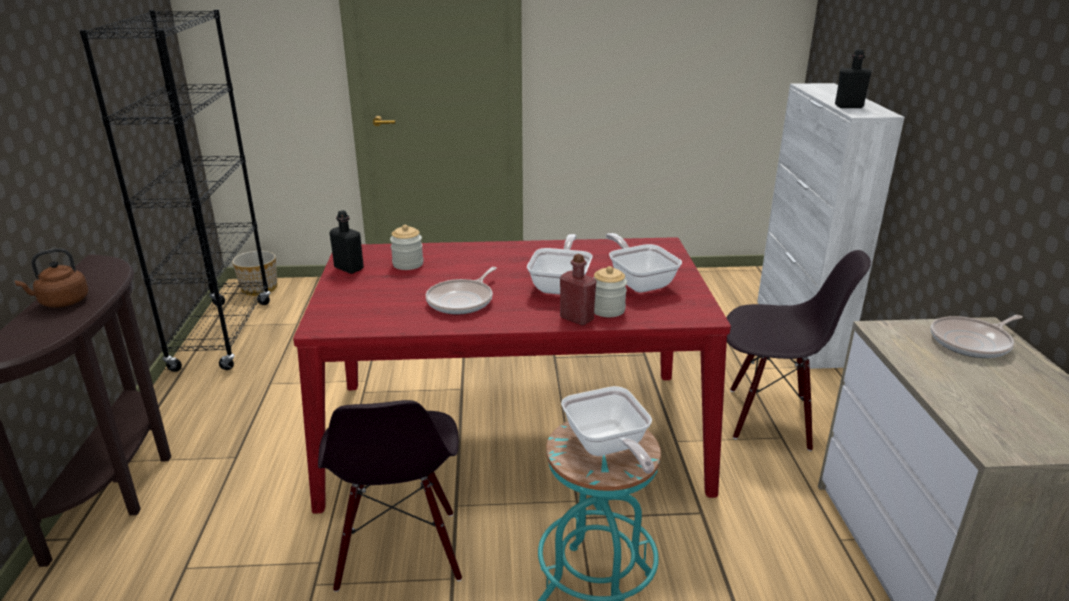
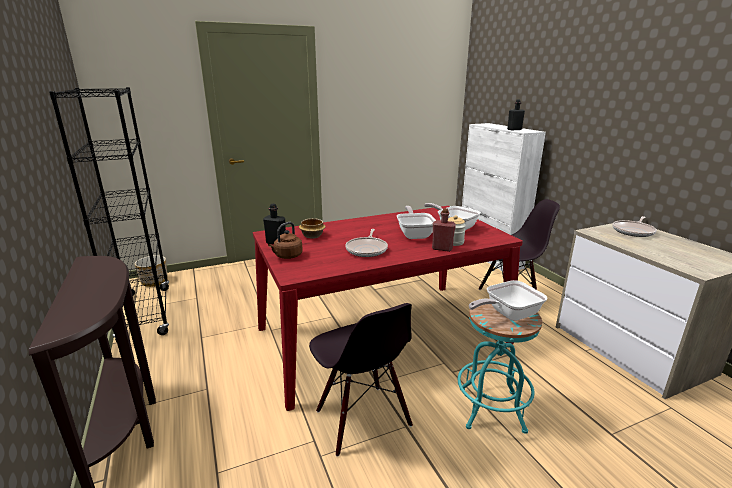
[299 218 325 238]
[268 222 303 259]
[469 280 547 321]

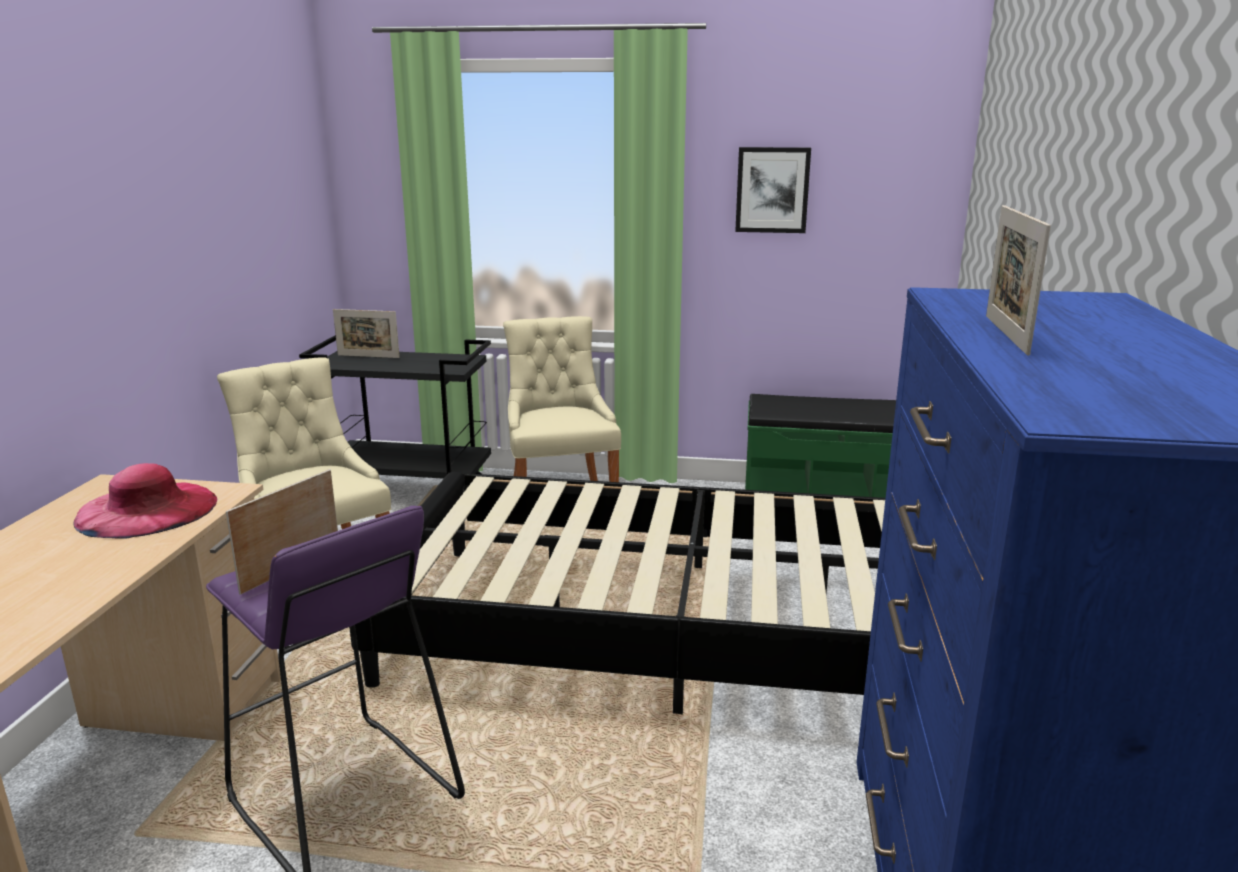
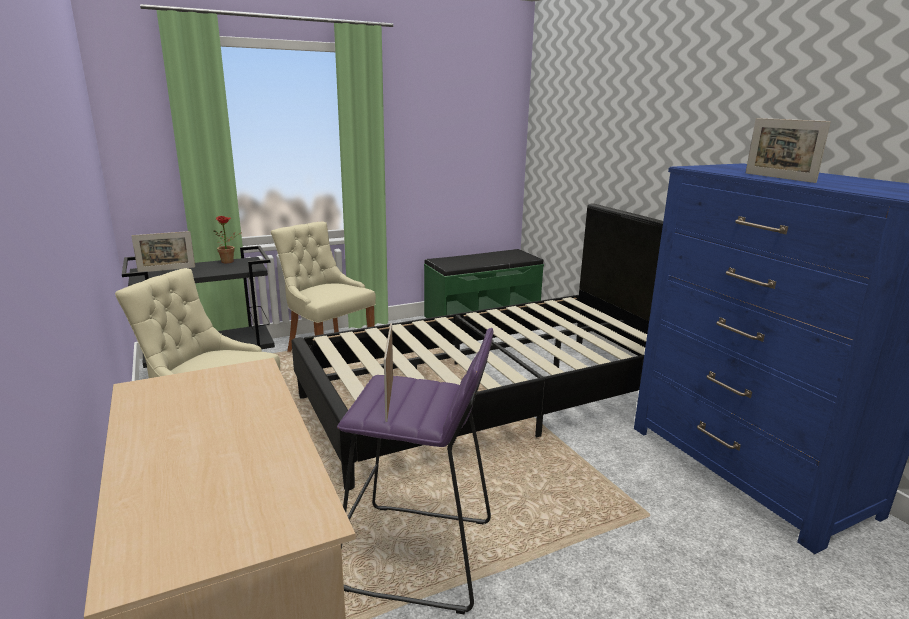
[735 147 811 233] (first image)
[73 463 218 538] (first image)
[213 216 242 263]

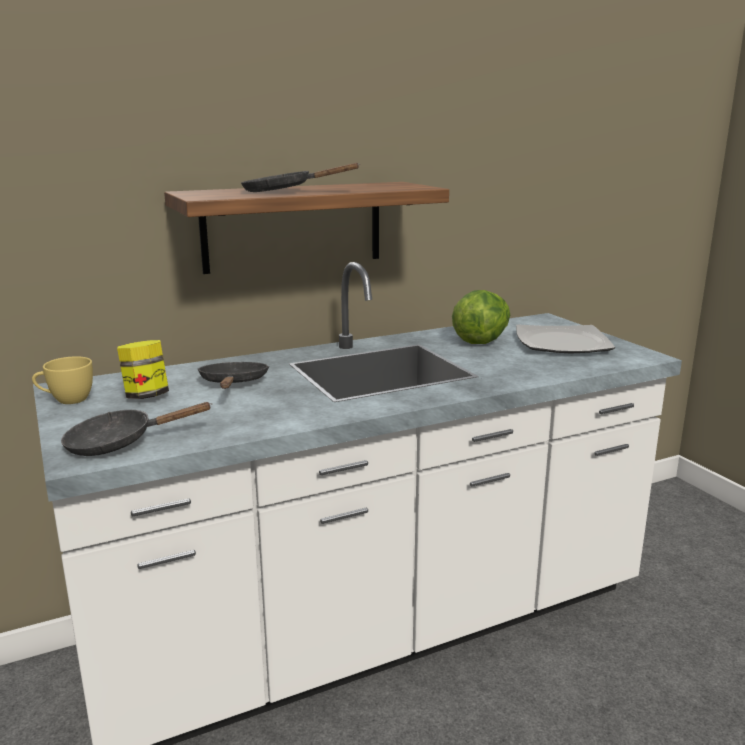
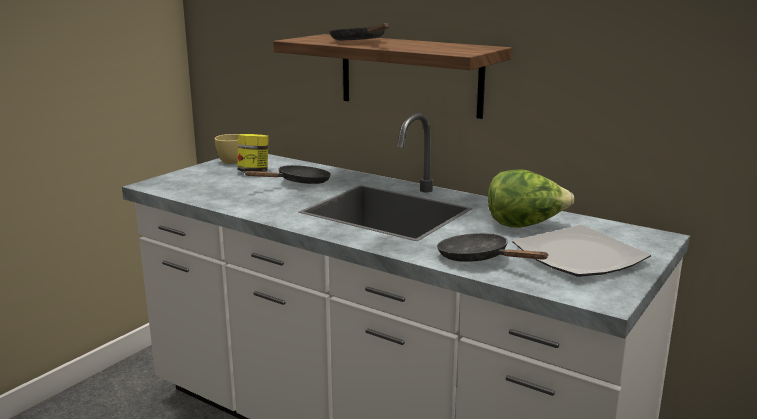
[437 233 549 262]

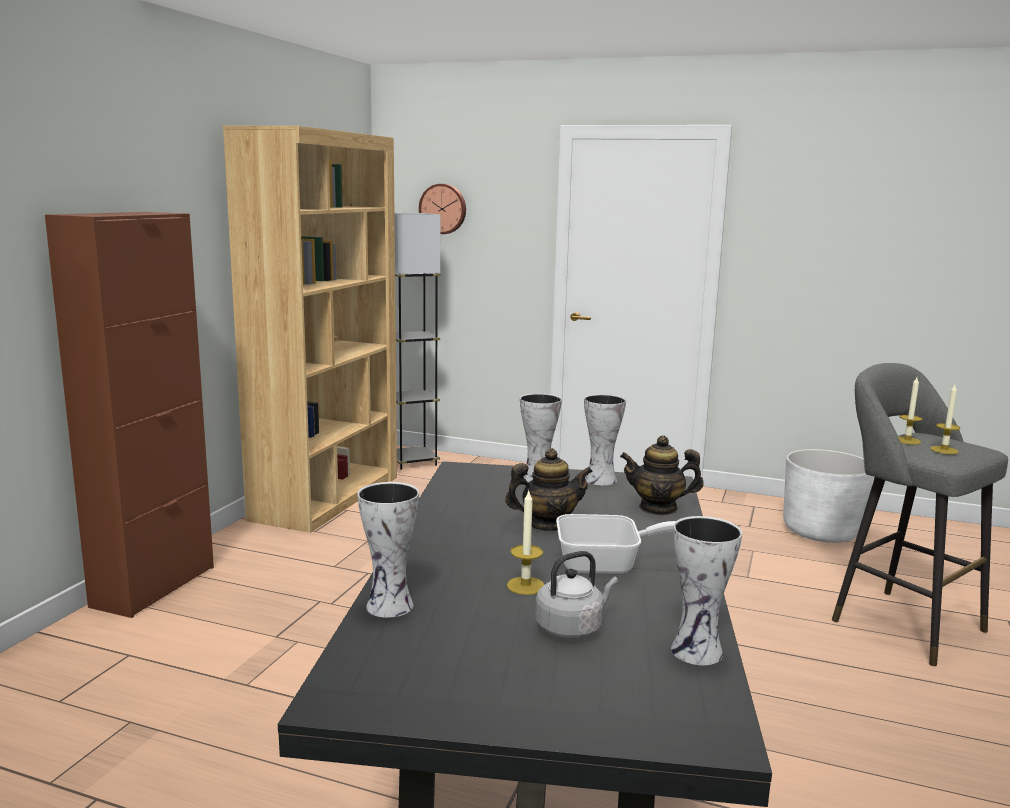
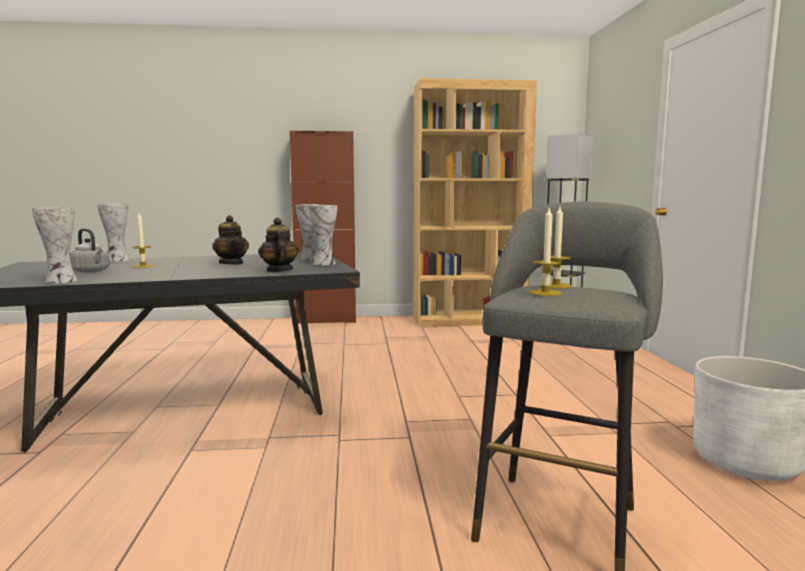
[419 184 466 234] (first image)
[556 514 676 575] (first image)

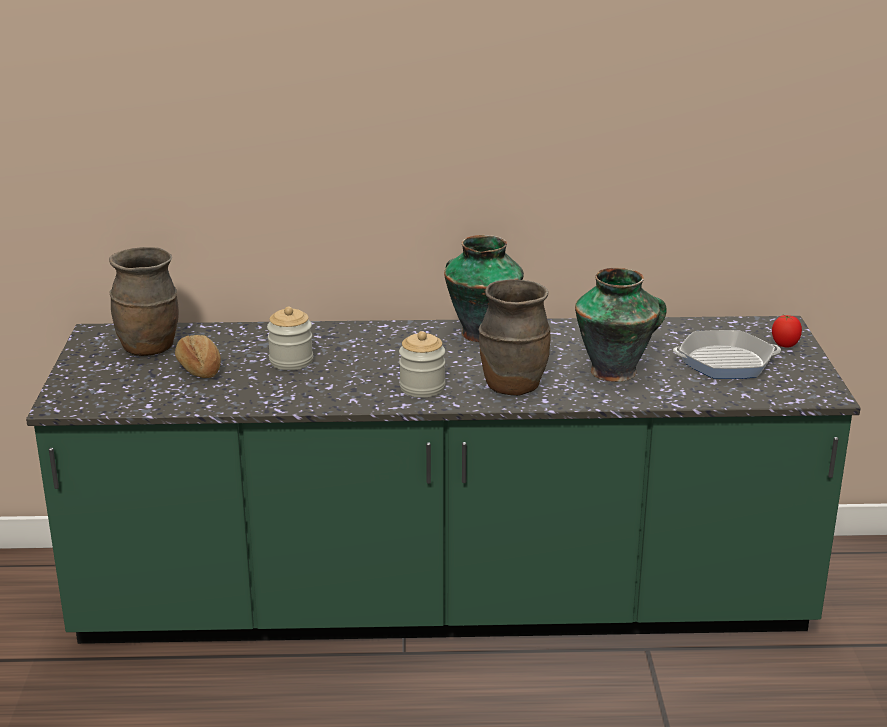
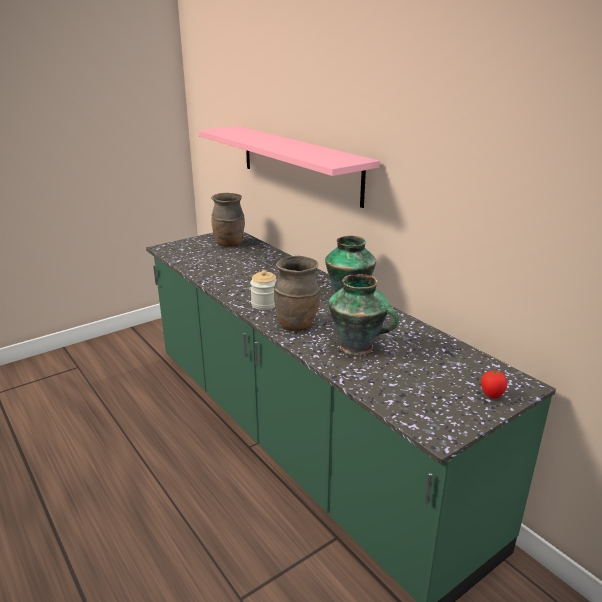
[267 306 313 370] (first image)
[673 330 781 379] (first image)
[175 335 221 378] (first image)
[198 126 380 208]

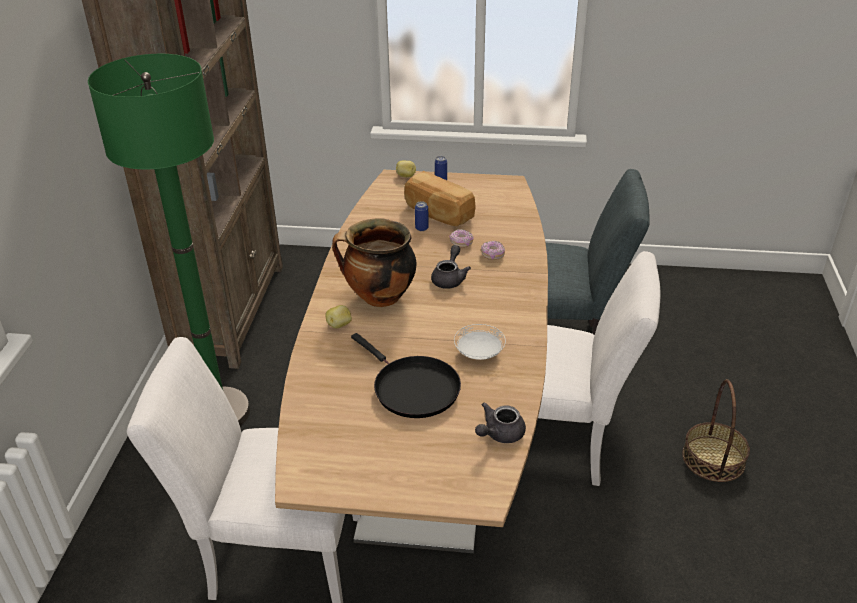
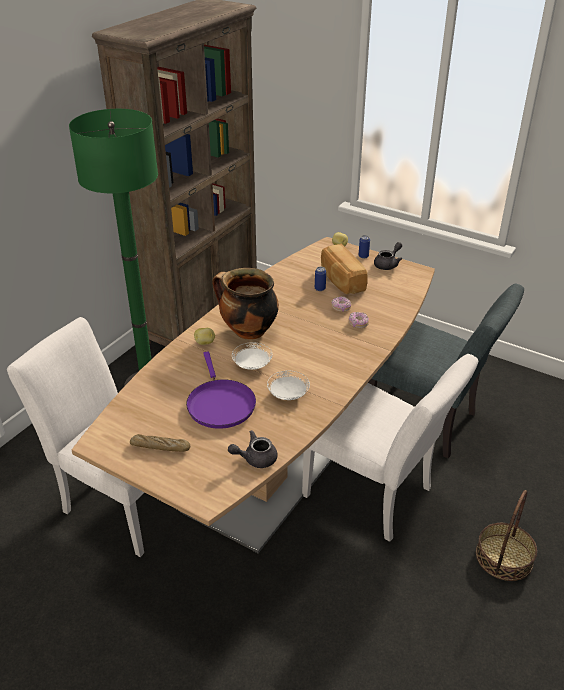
[374 242 402 270]
[186 352 256 429]
[232 342 272 370]
[130 434 190 452]

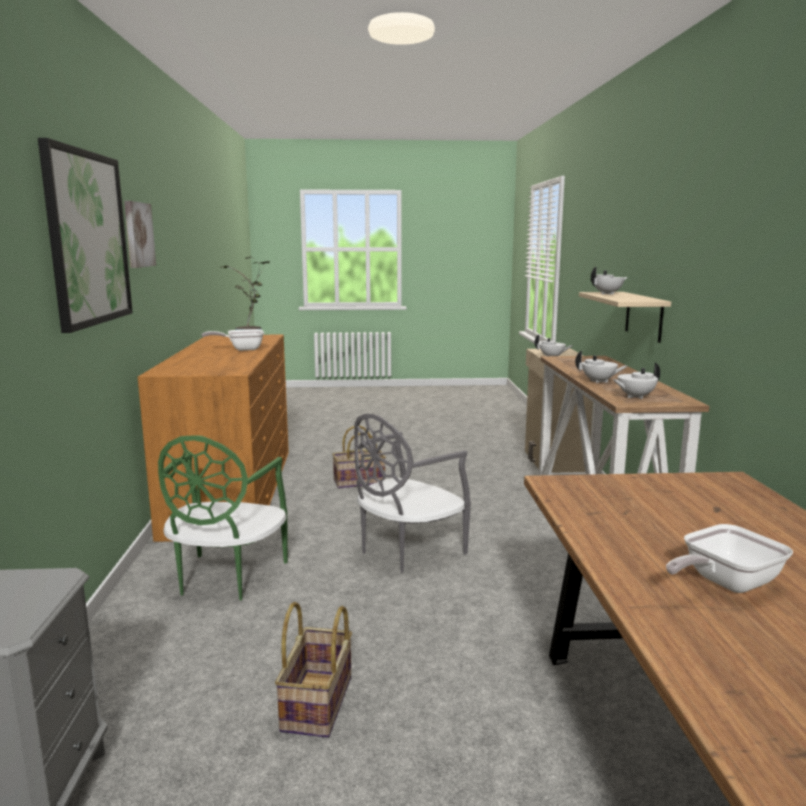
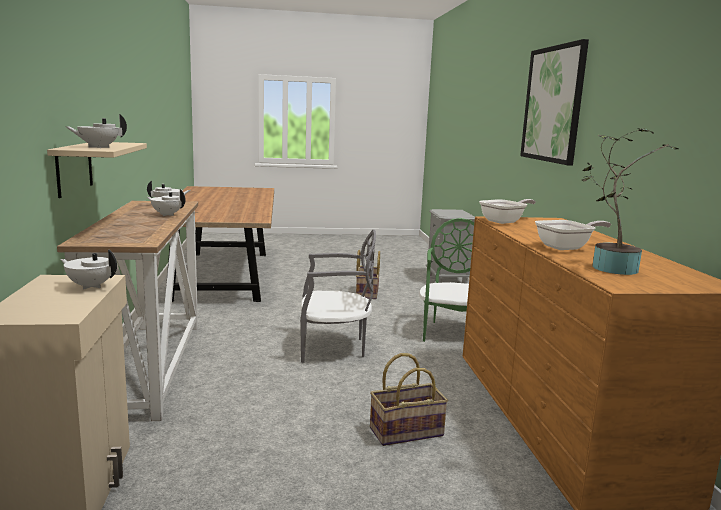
[124 201 156 268] (first image)
[300 230 376 363]
[479 199 536 224]

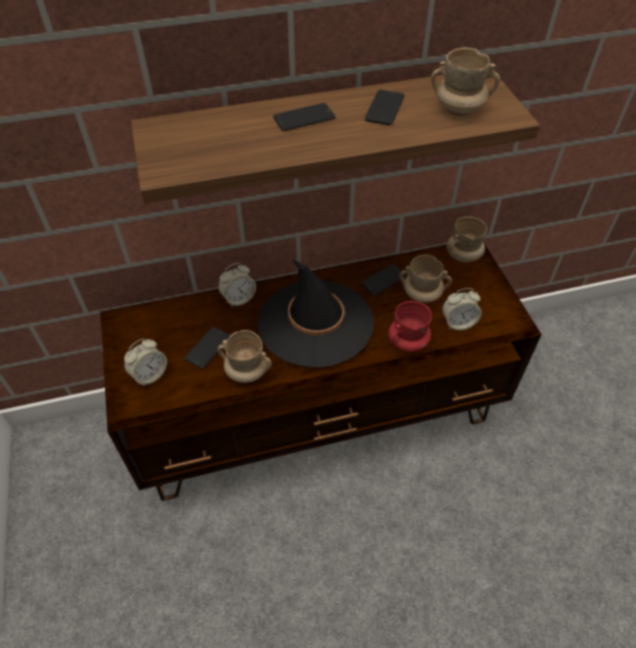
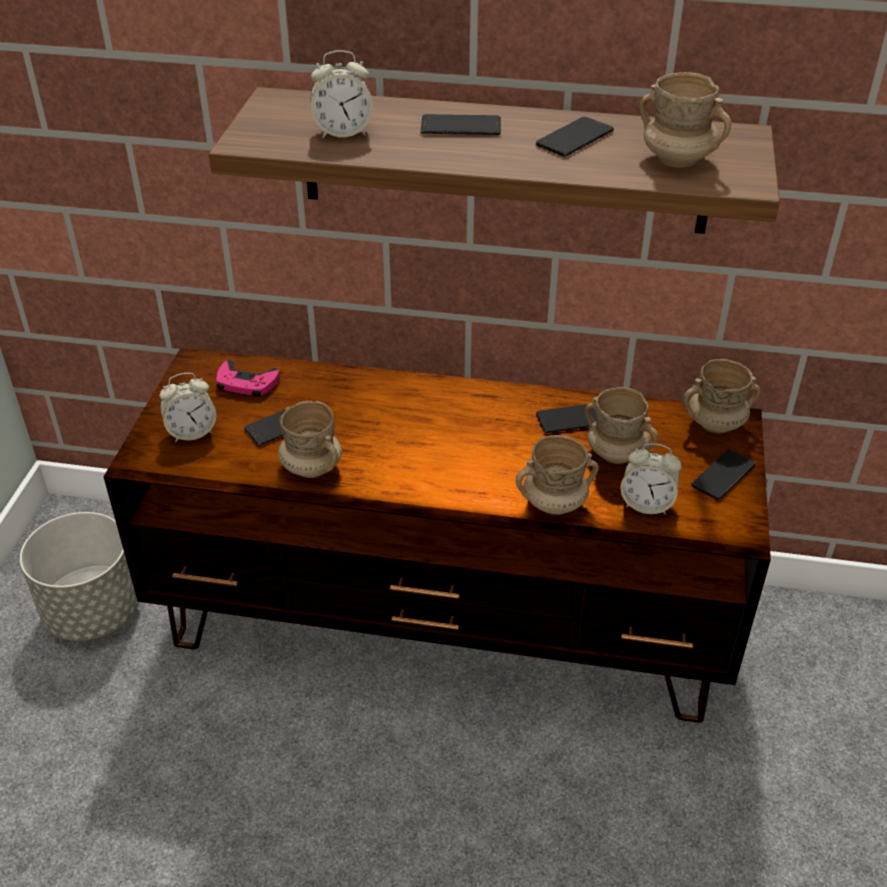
[257 258 374 368] (first image)
[311 50 373 139]
[516 435 599 515]
[216 360 280 397]
[692 450 755 500]
[20 512 139 641]

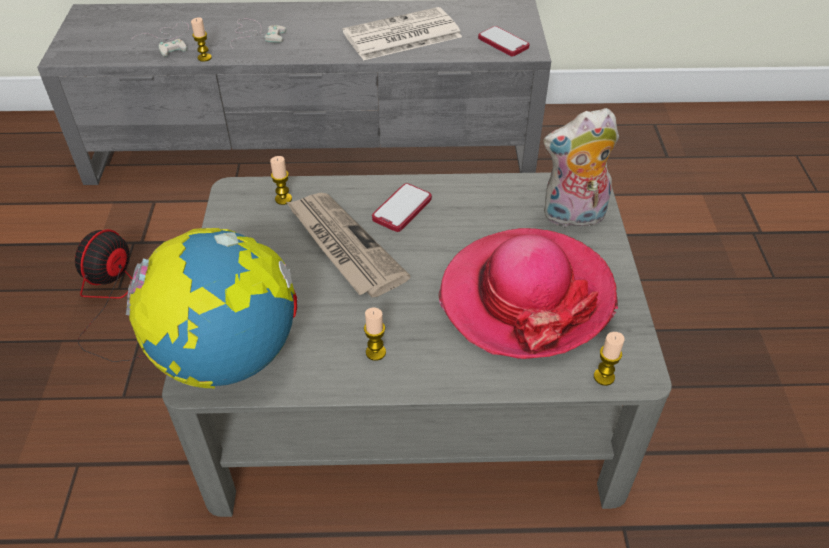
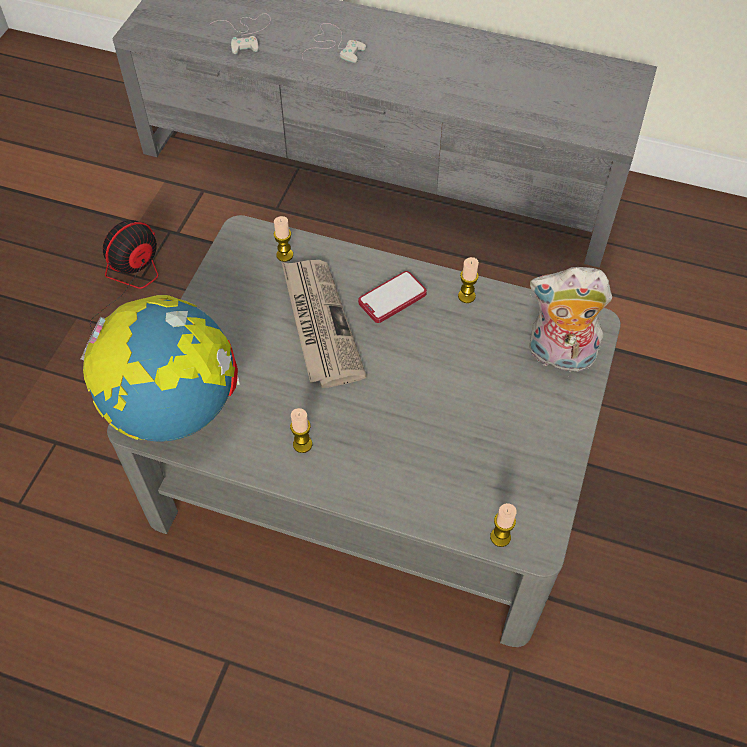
[343 7 462 61] (first image)
[458 257 479 303]
[478 26 529 56] (first image)
[438 228 618 359] (first image)

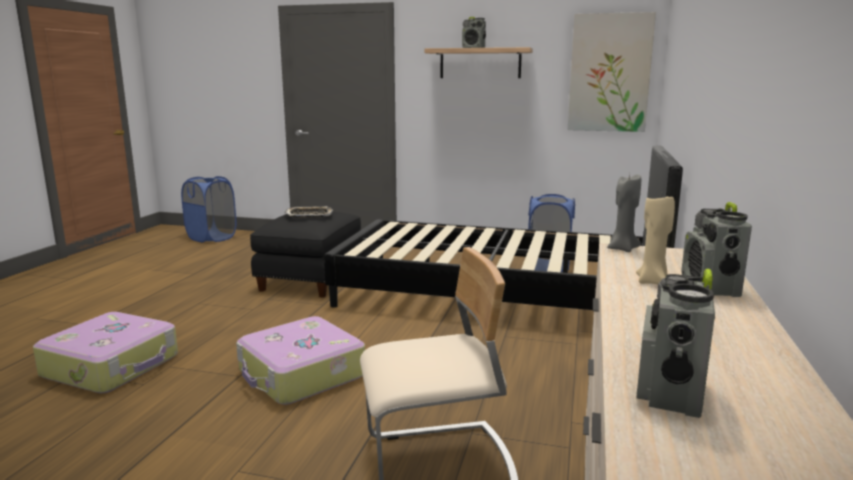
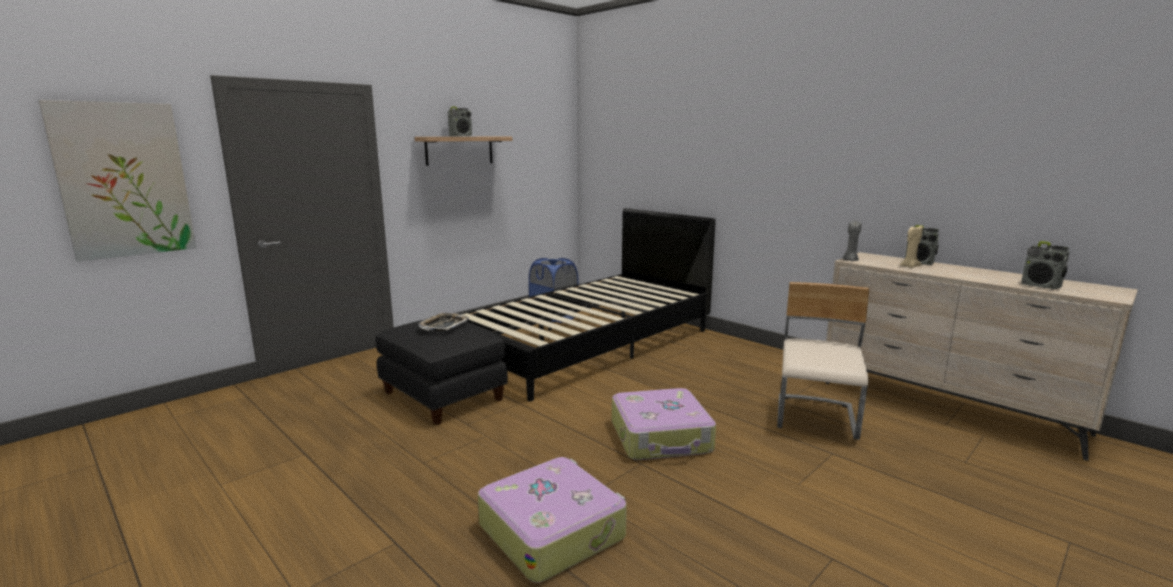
[39 100 197 262]
[181 176 236 242] (first image)

